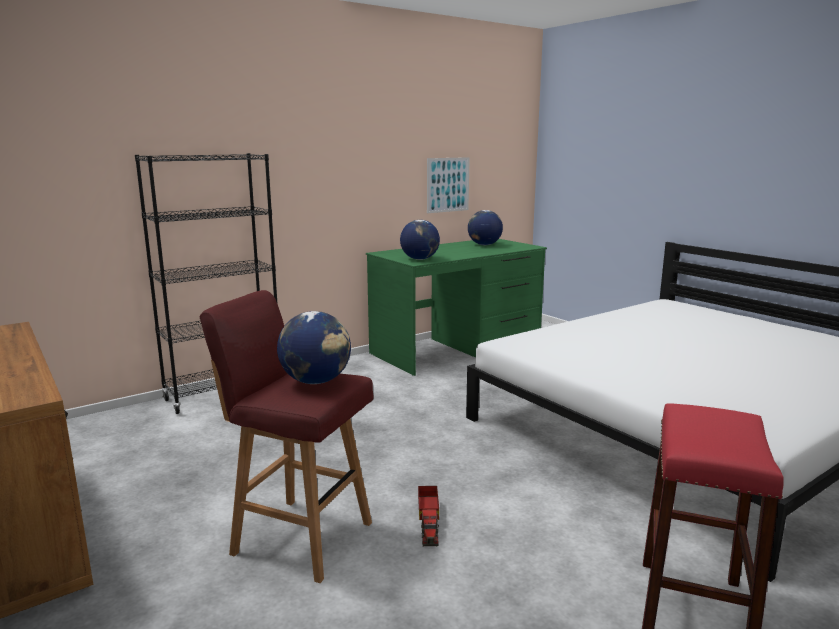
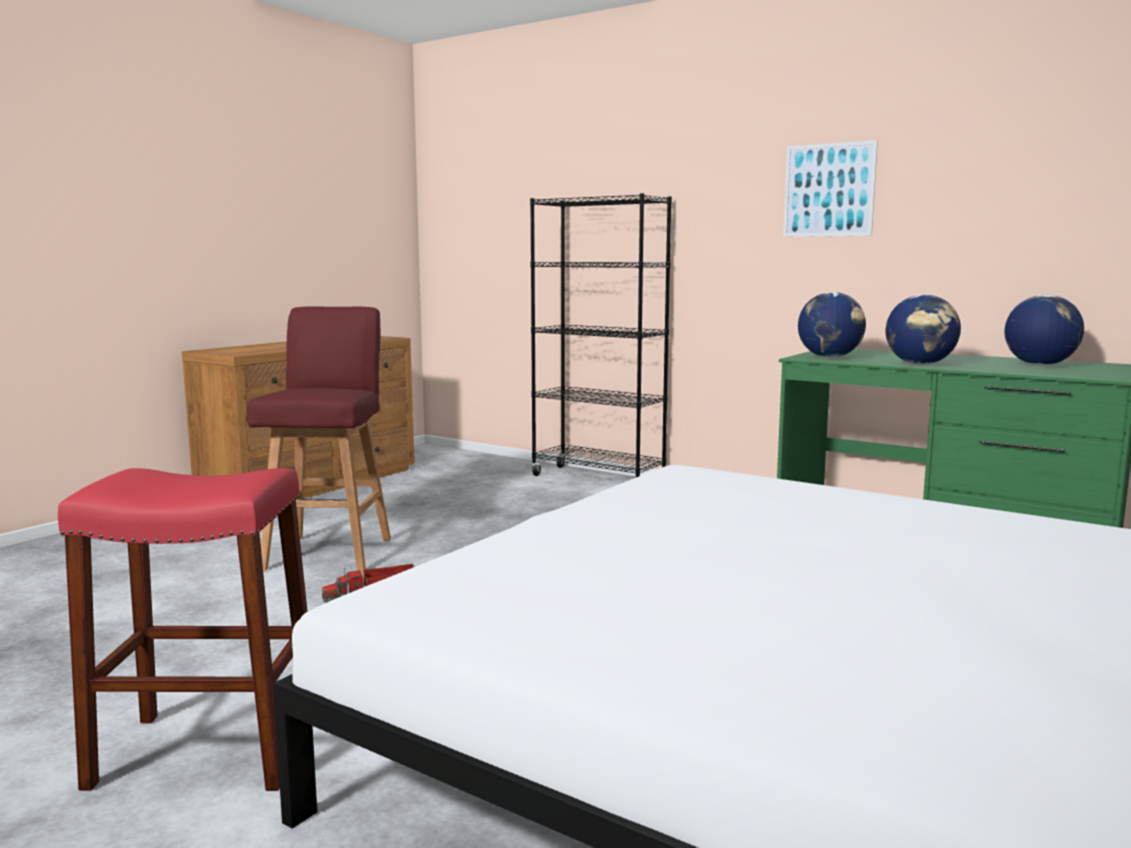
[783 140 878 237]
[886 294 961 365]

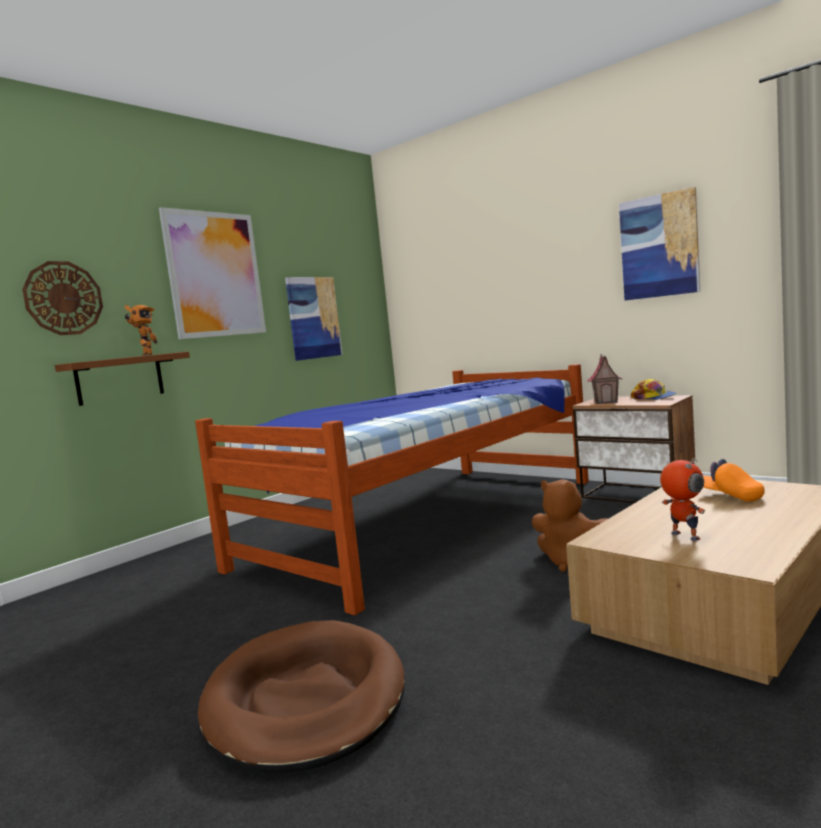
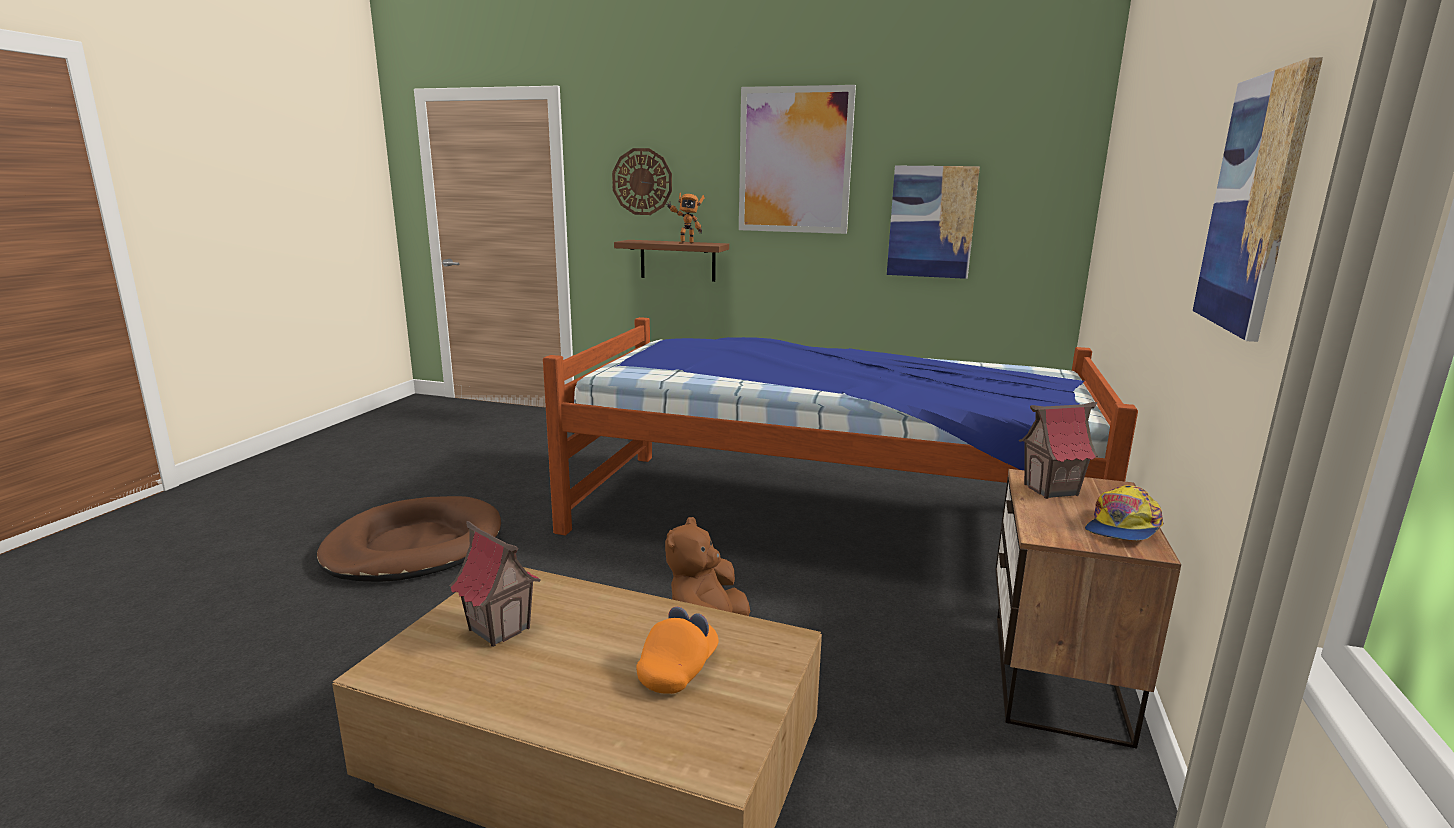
[449 521 541 647]

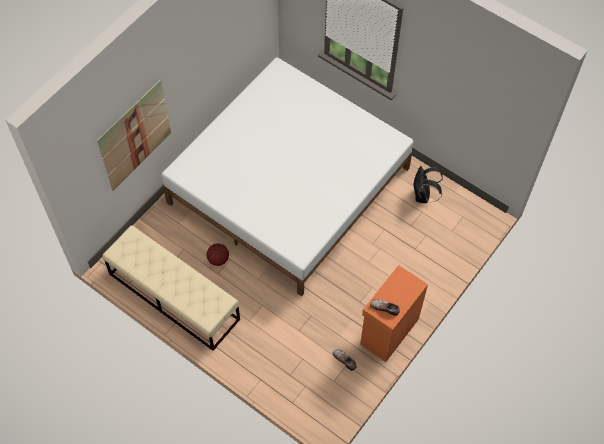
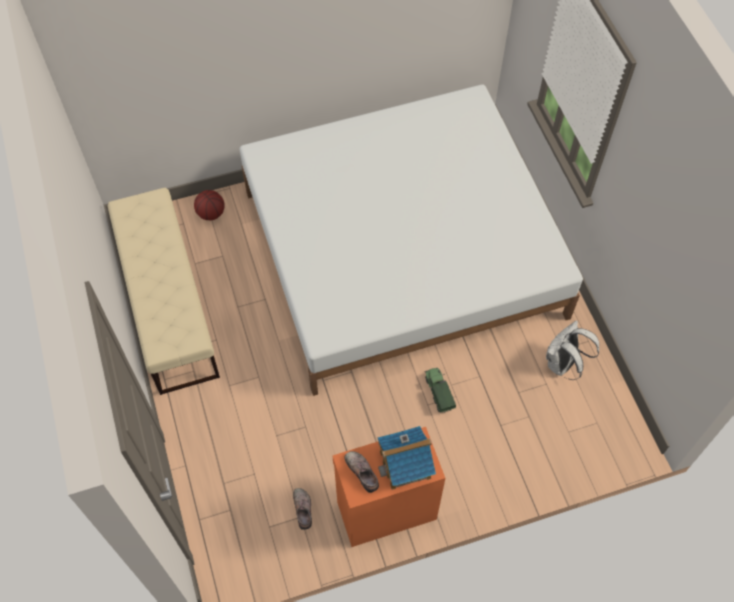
[97 80 171 191] (first image)
[546 320 599 380]
[194 190 225 220]
[425 368 456 413]
[378 426 436 490]

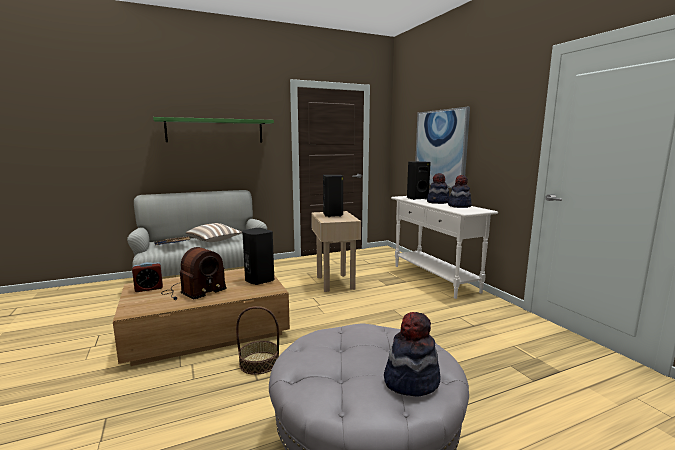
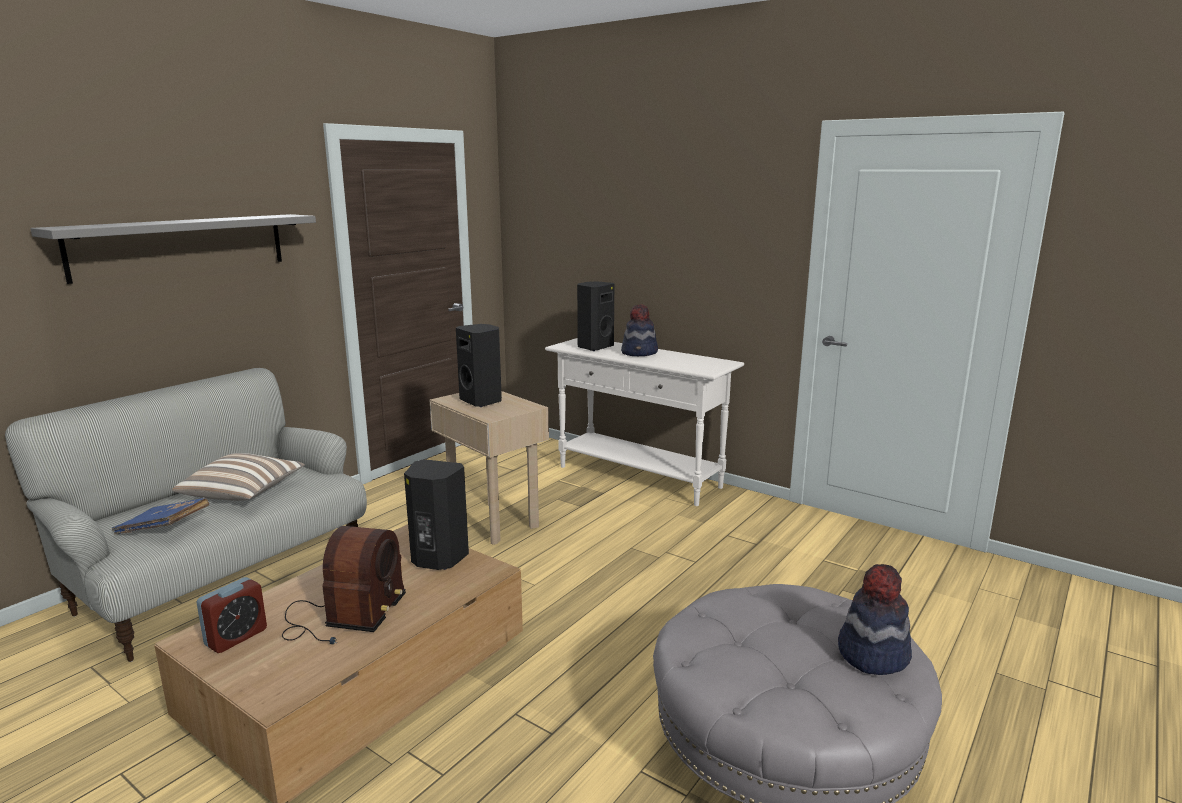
[415 107 470 188] (first image)
[30 214 316 284]
[448 175 472 208] (first image)
[236 306 279 375] (first image)

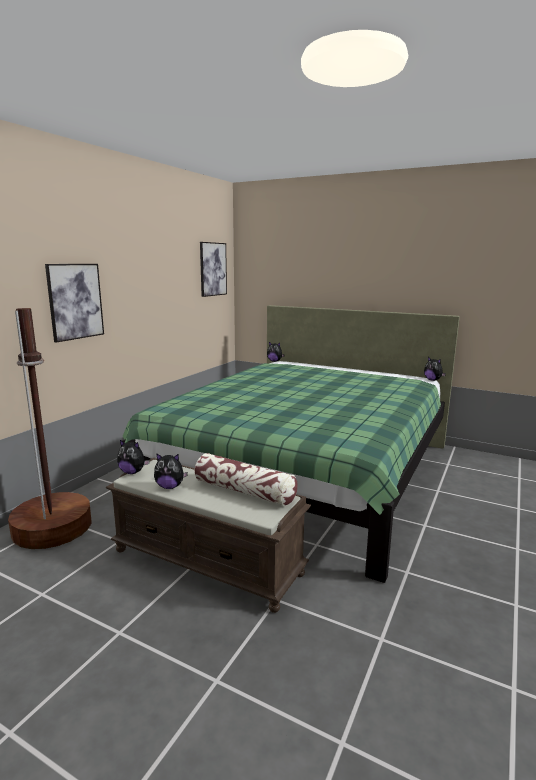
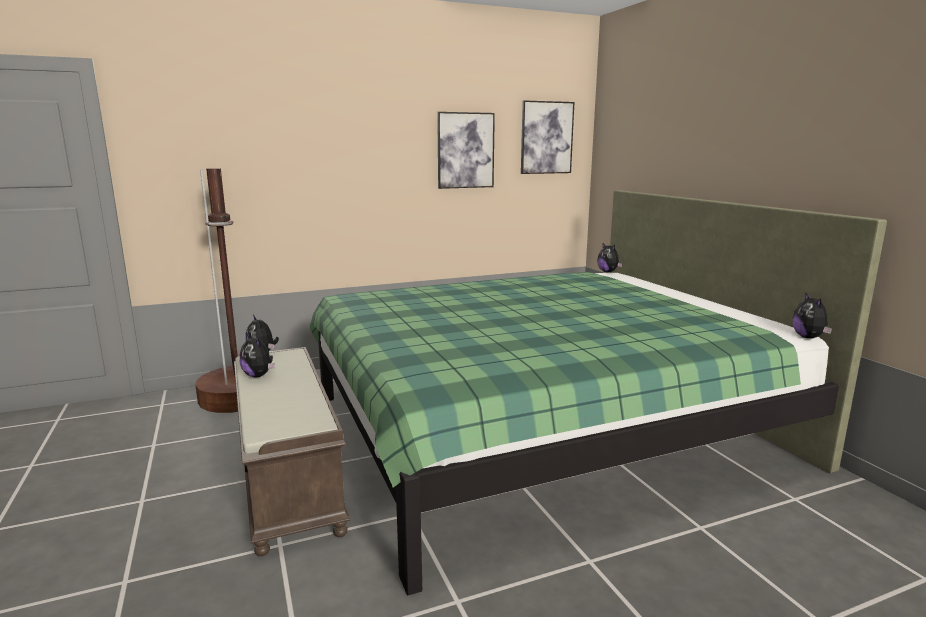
[437 112 495 189]
[195 453 298 506] (first image)

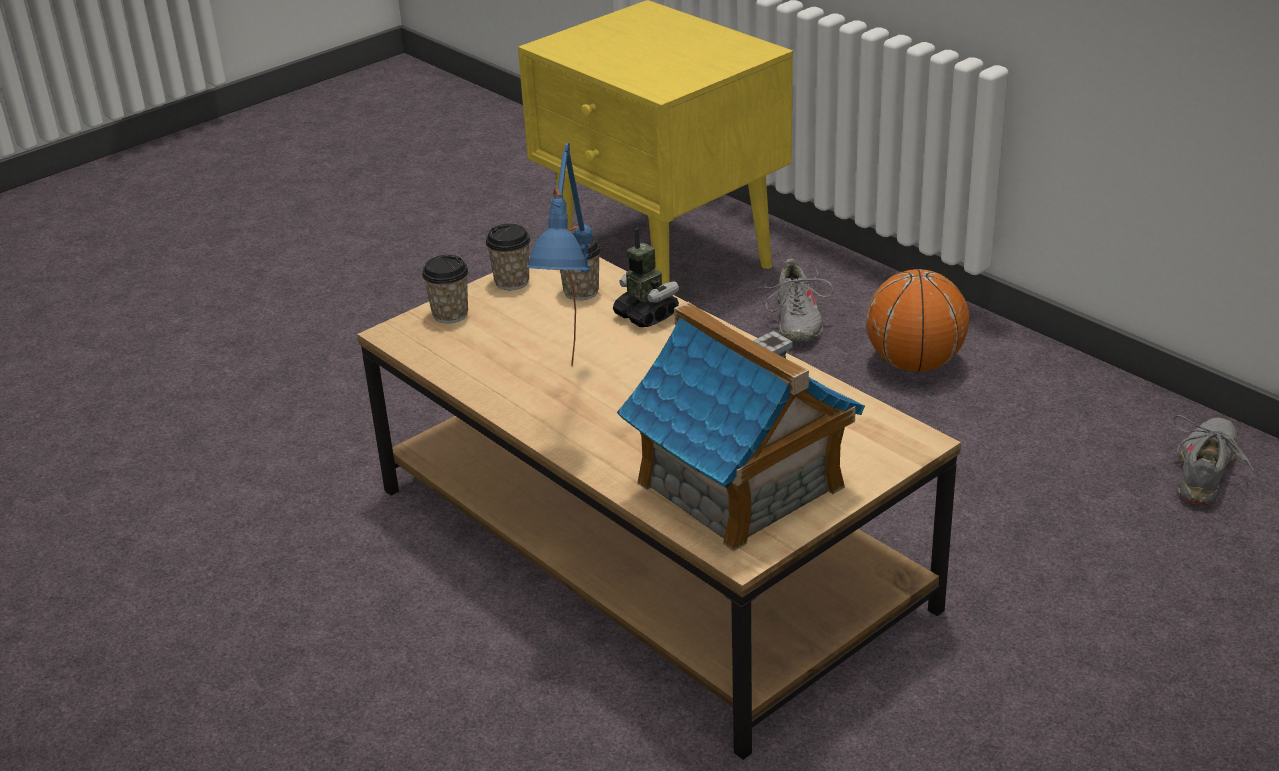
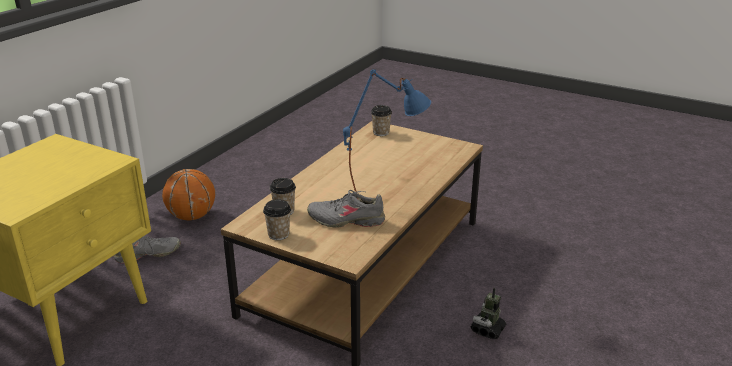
[471 288 506 339]
[371 105 392 136]
[617 302 865 551] (first image)
[307 190 385 228]

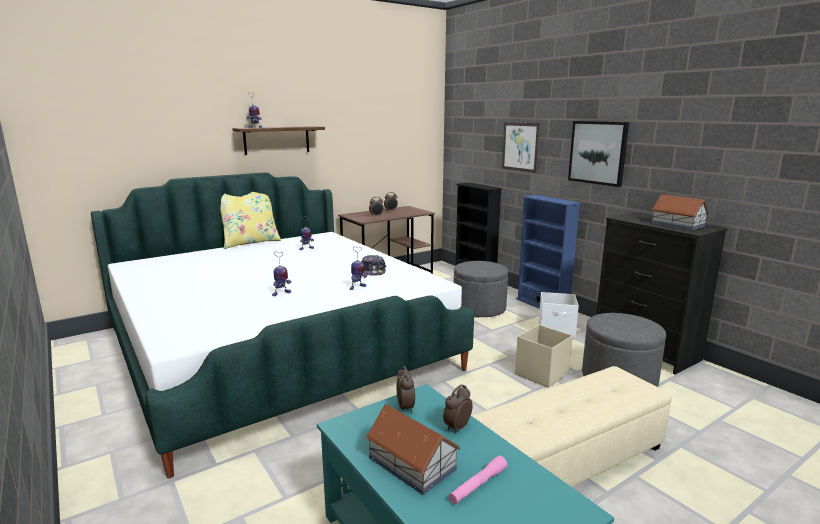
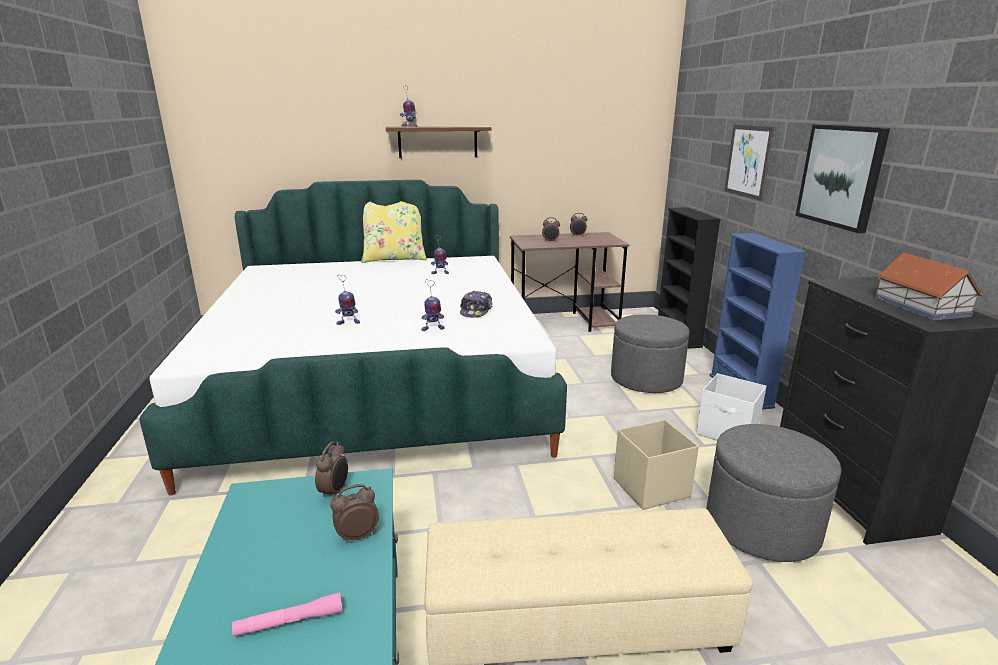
[366 404 461 495] (first image)

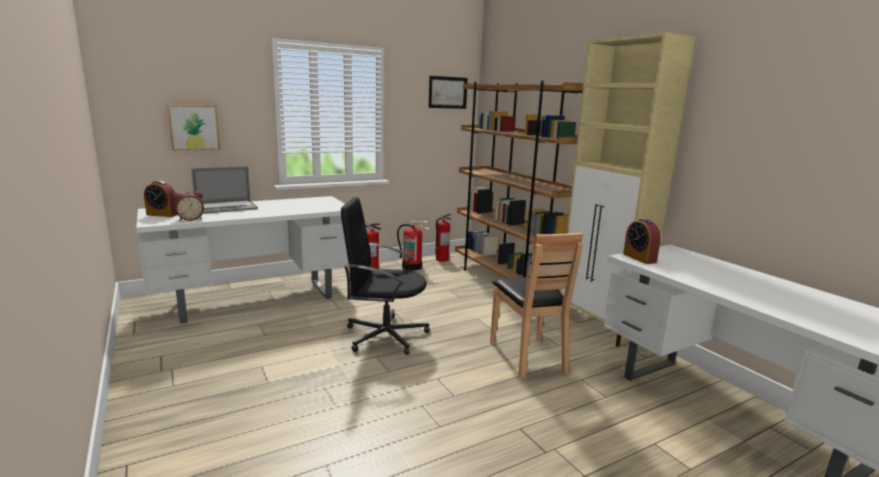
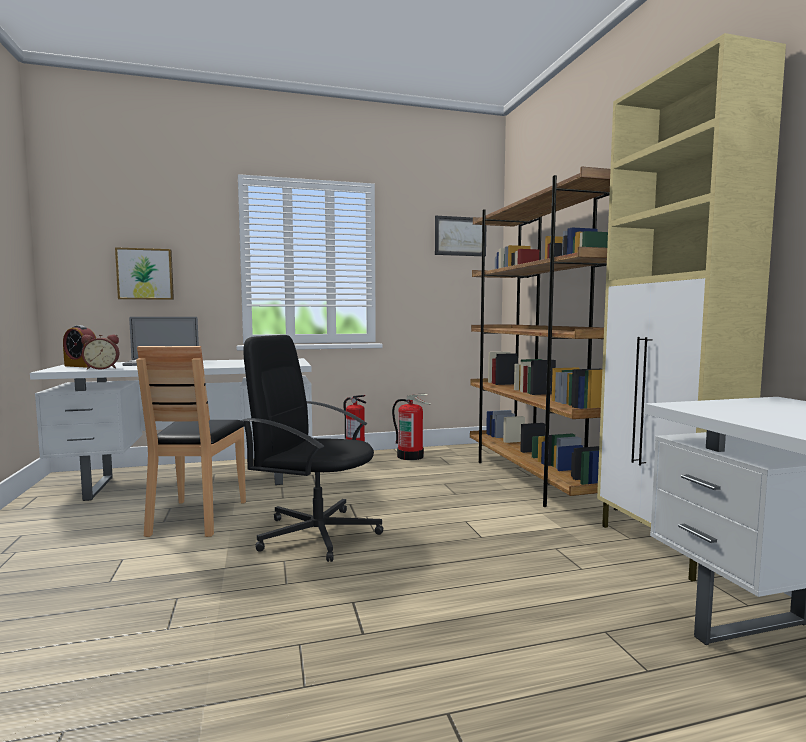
[435 214 451 262] (first image)
[623 218 661 264] (first image)
[136 346 246 537]

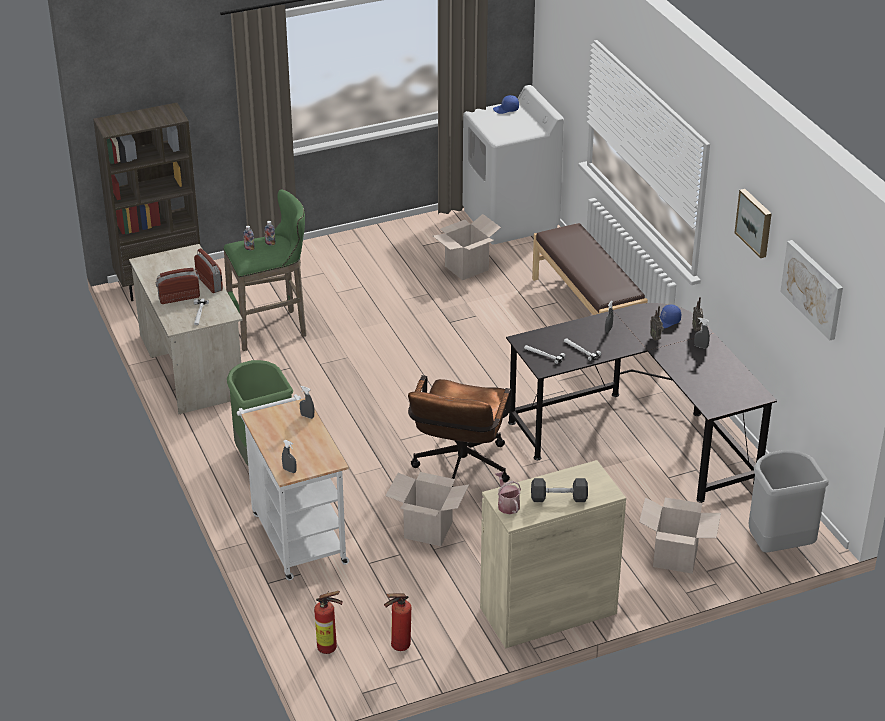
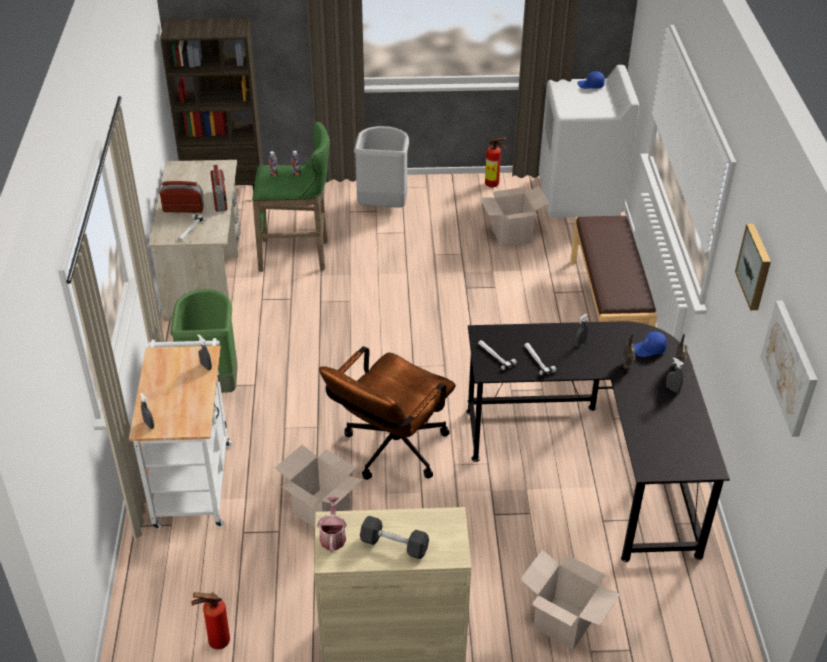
[354 126 409 208]
[485 137 507 187]

